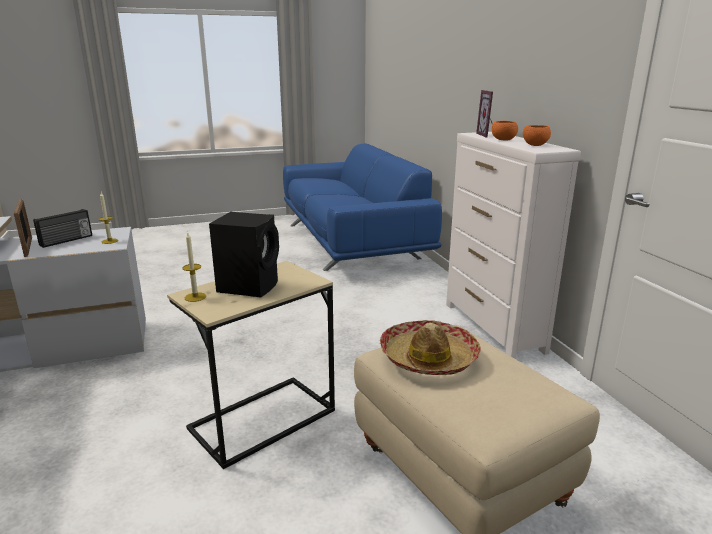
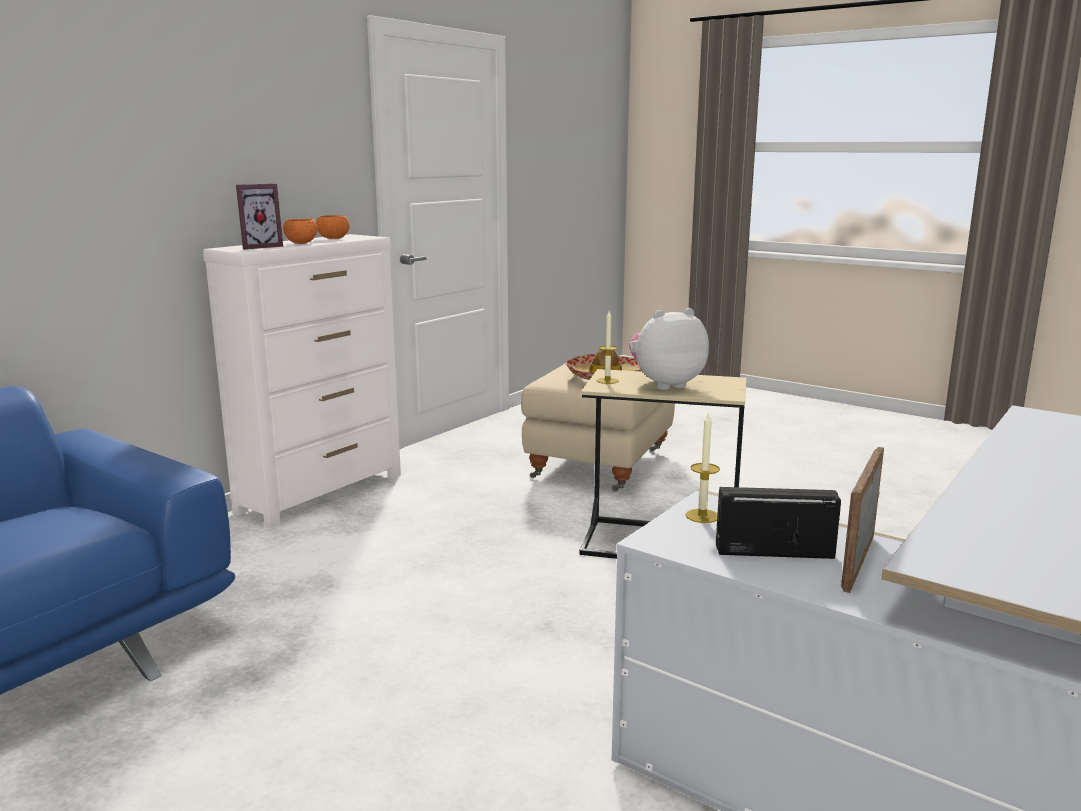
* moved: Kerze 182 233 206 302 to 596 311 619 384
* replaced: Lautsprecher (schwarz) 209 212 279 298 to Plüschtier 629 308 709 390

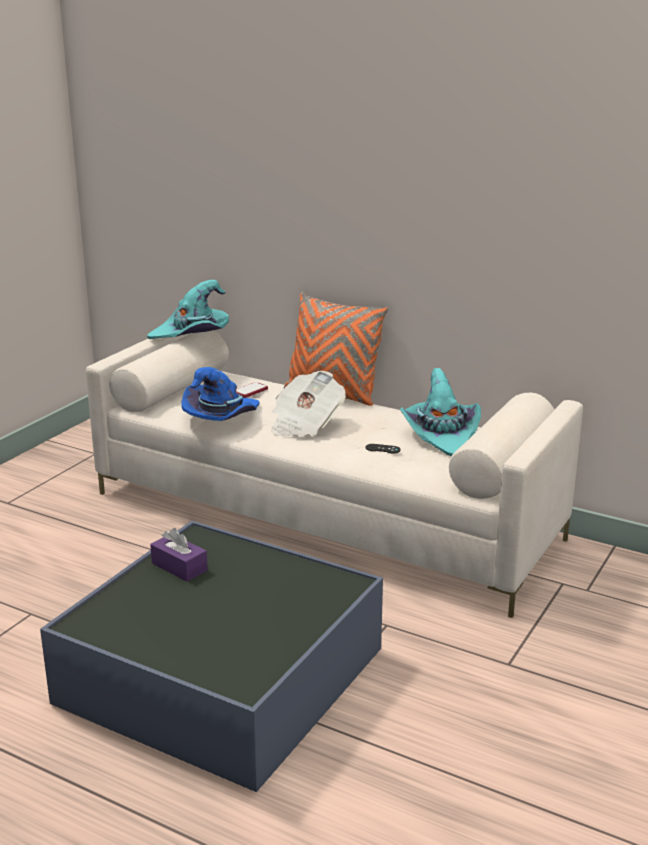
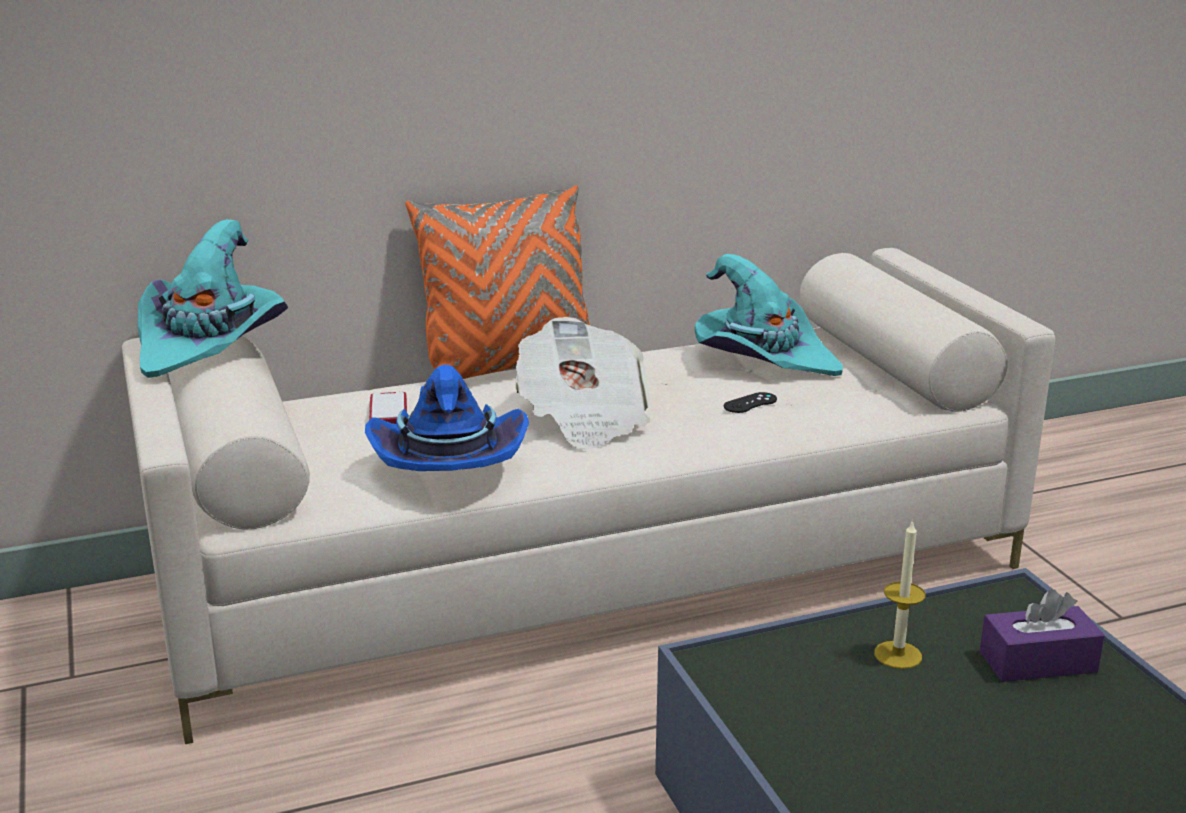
* added: Kerze 874 519 925 669
* moved: Taschentuchbox (lila) 150 528 208 582 to 980 589 1105 682

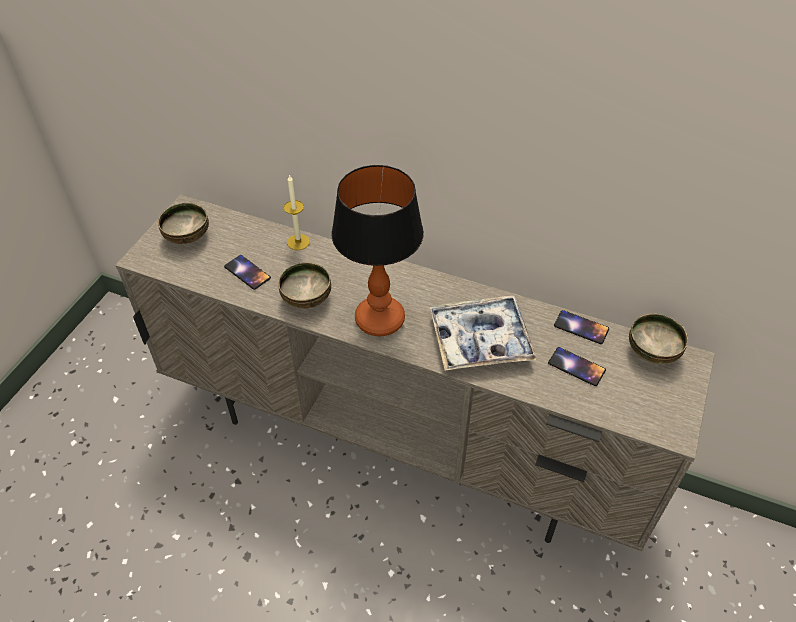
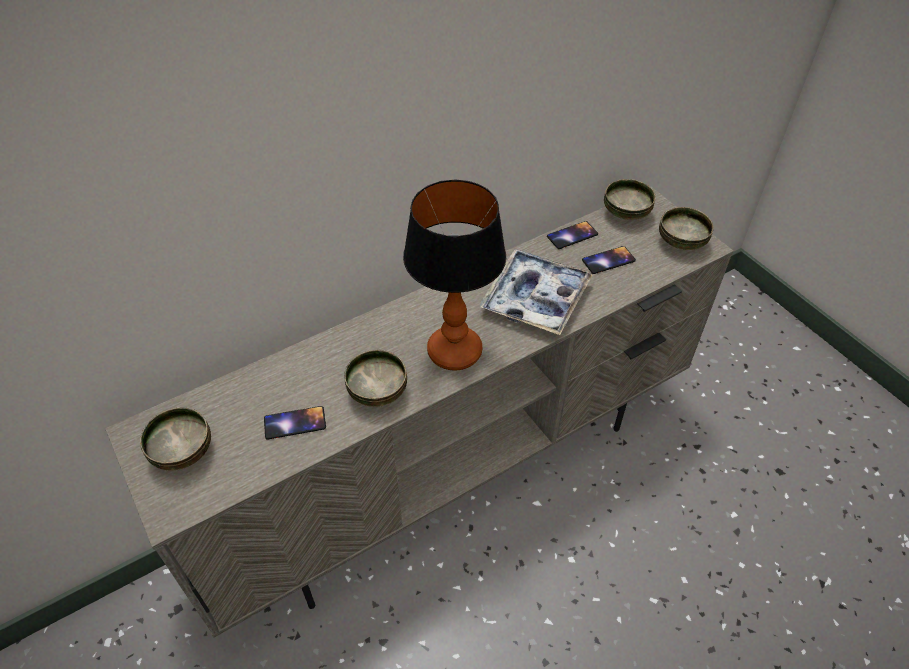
* removed: Kerze 284 174 310 250
* added: Schüssel 659 207 714 250

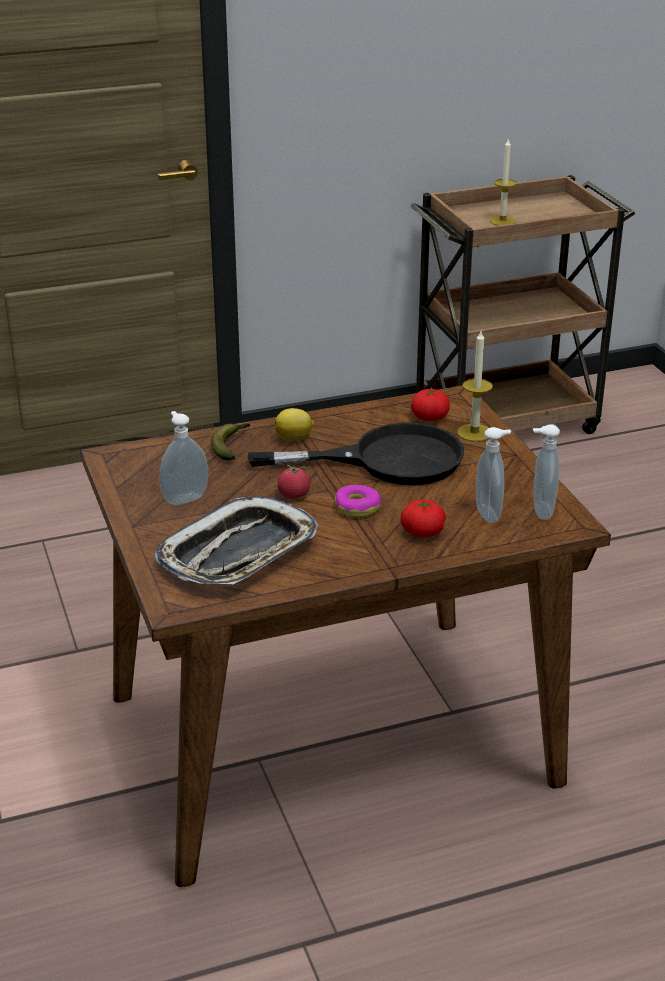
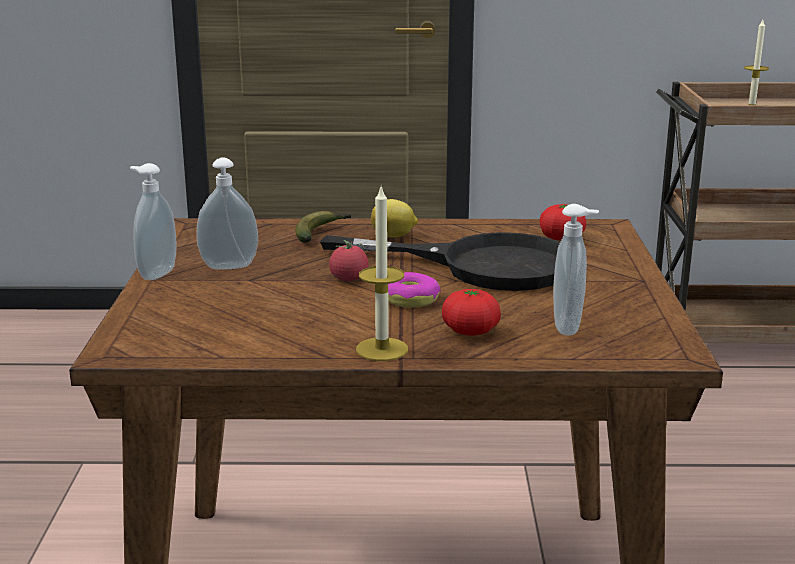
* removed: Tablett 155 496 318 584
* moved: Kerze 457 331 493 442 to 356 184 408 361
* moved: Seifenspender 533 424 560 520 to 130 163 177 280

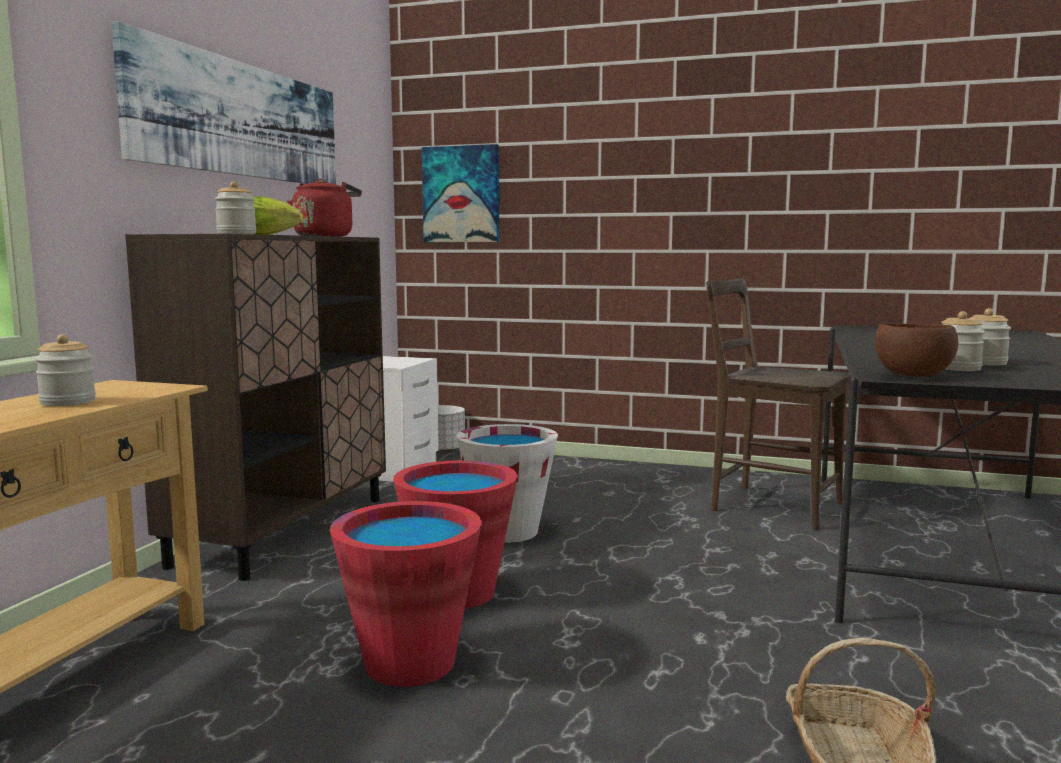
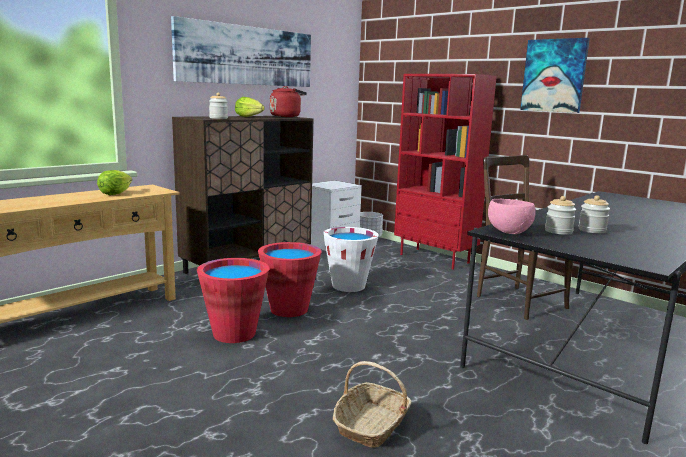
* added: Bücherregal (rot) 394 74 497 270
* moved: Bild 422 144 499 242 to 520 38 590 113
* replaced: Vorratsglas 35 334 96 406 to Salatkopf 97 170 132 195
* recoloured: Schüssel (braun) 875 324 958 377 to Schüssel (rosa) 488 199 536 234

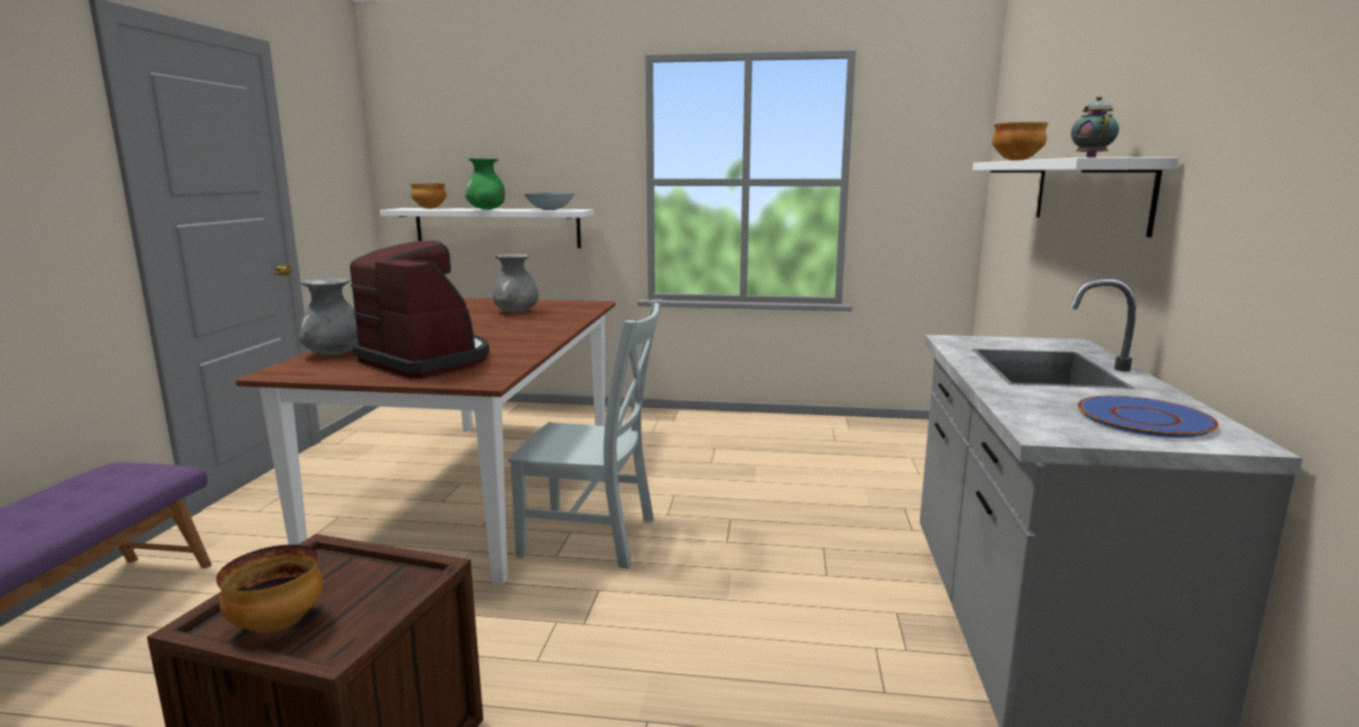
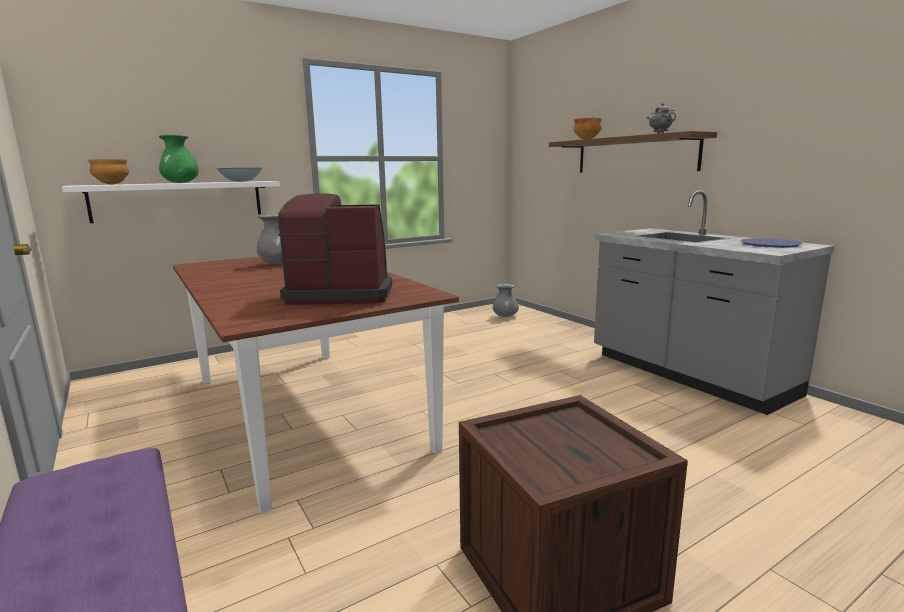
* removed: Schüssel 216 545 323 633
* removed: Stuhl (grau) 508 300 663 569
* moved: Vase (grau) 298 278 358 355 to 493 284 519 317
* recoloured: Wandregal (weiß) 973 157 1179 237 to Wandregal (braun) 549 131 717 172

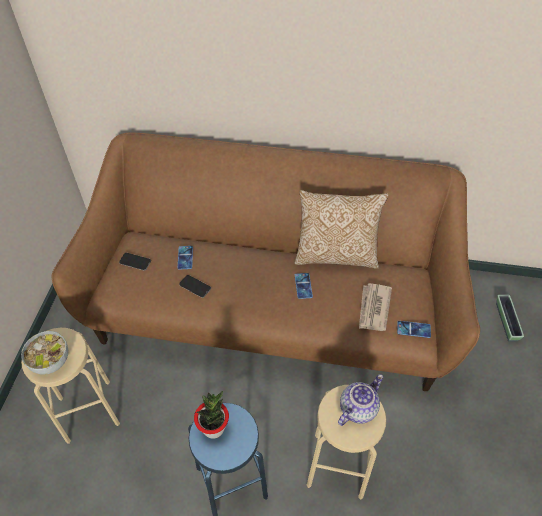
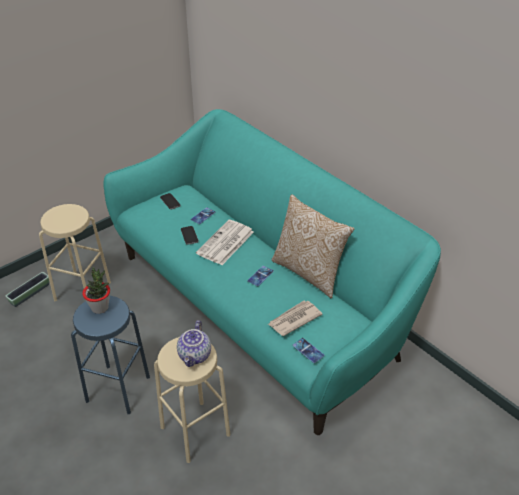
* removed: Schüssel 21 331 68 374
* added: Zeitung 196 220 254 265
* moved: Pflanzkübel 496 295 524 341 to 5 272 49 307
* recoloured: Sofa (braun) 51 132 480 391 to Sofa (türkis) 103 109 441 435
* turned: Teekanne 338 374 383 426 = 177 320 211 367 105 degrees clockwise

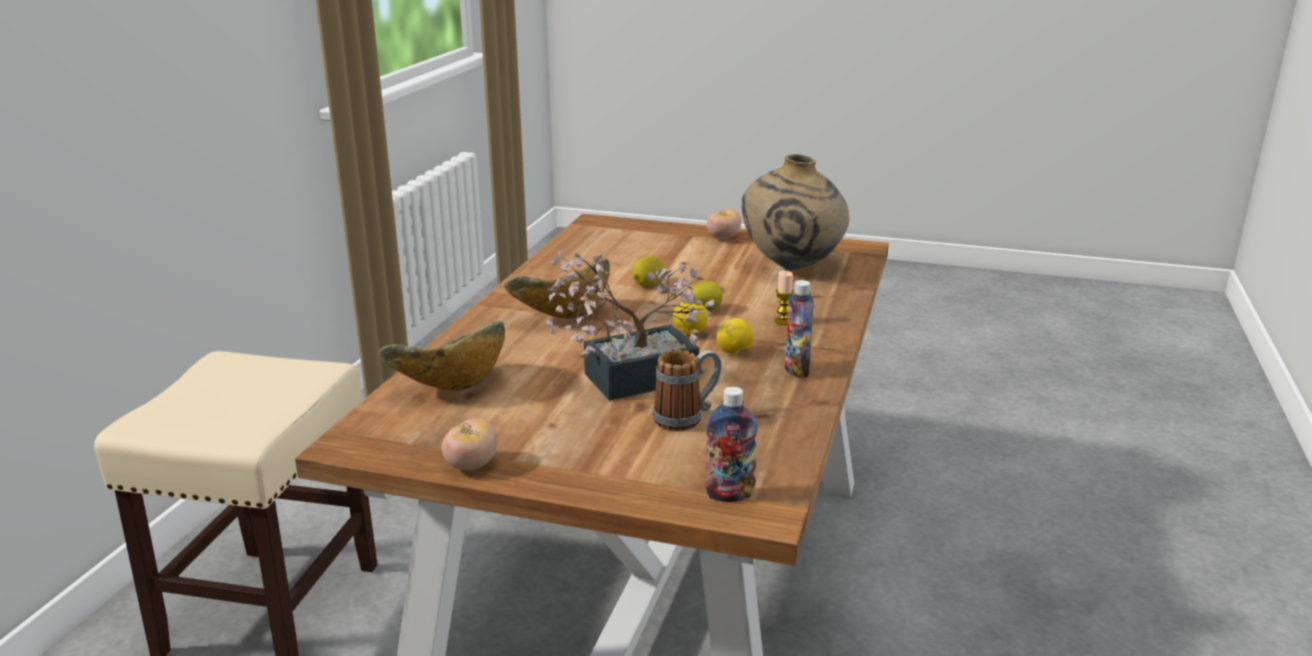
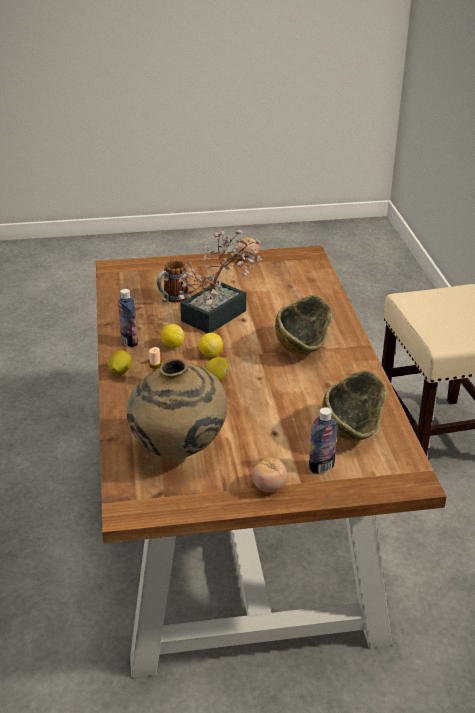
* moved: Schüssel 378 320 505 391 to 322 370 387 441
* moved: Zitrone 632 256 664 287 to 108 350 132 375
* moved: Flasche 705 387 758 502 to 309 407 338 474

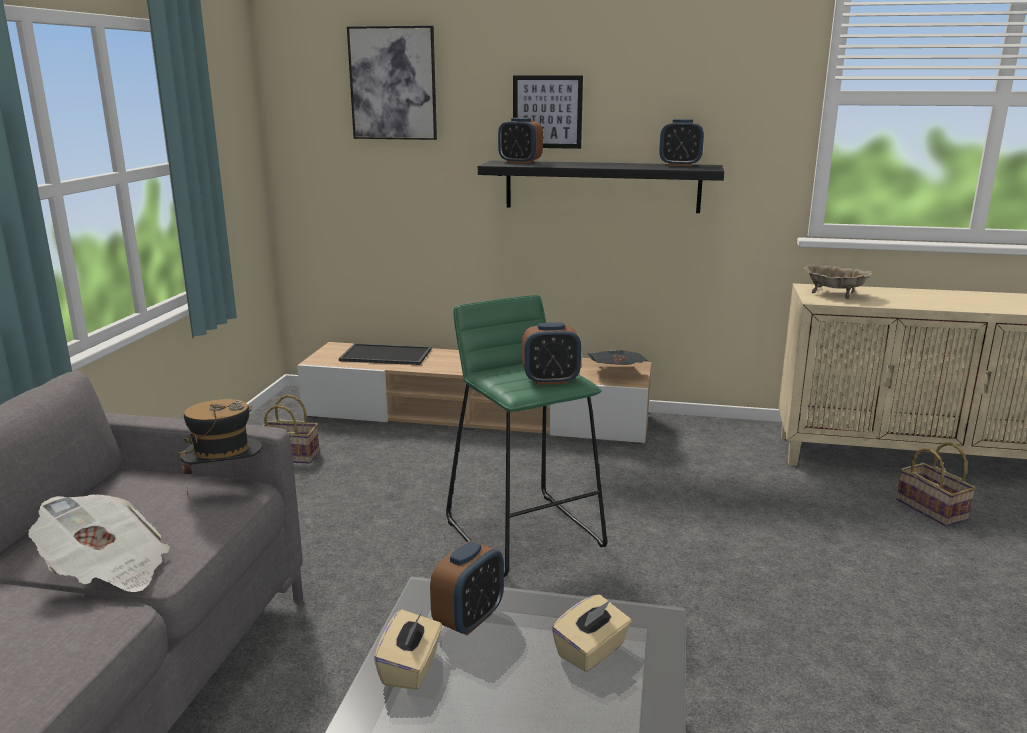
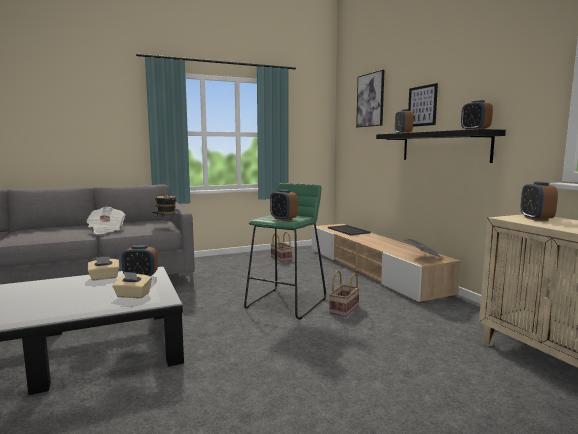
* moved: Korb 896 442 976 526 to 329 270 360 317
* replaced: Schüssel (beige) 803 264 873 299 to Wecker 521 182 558 221

